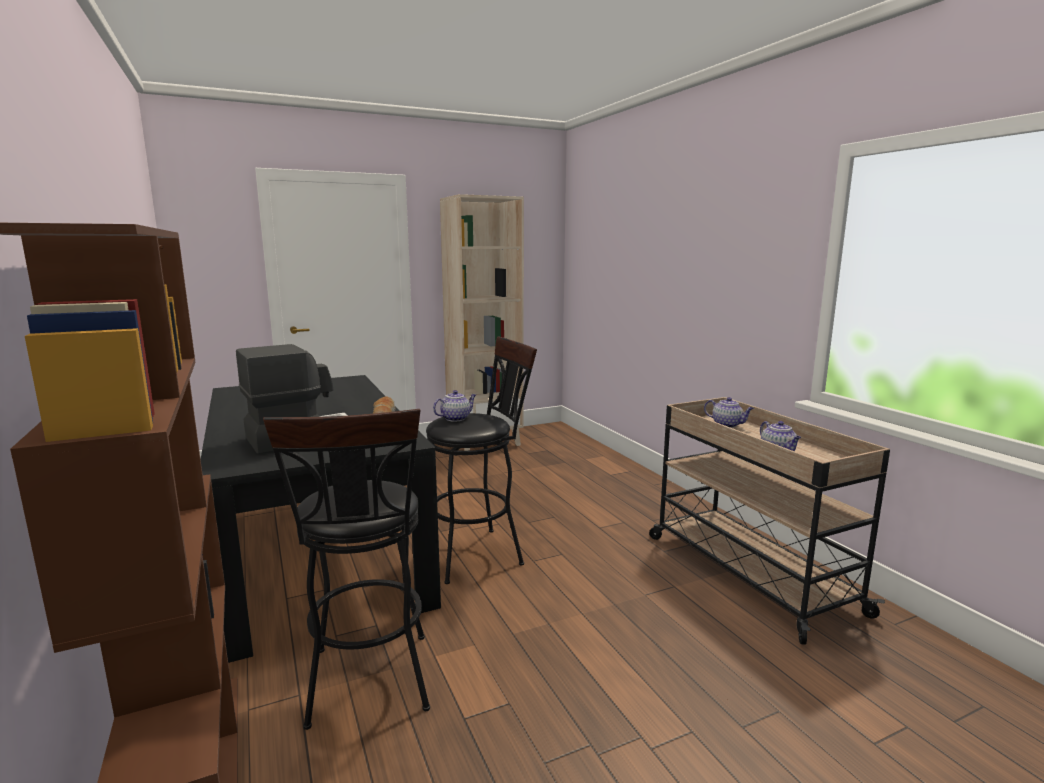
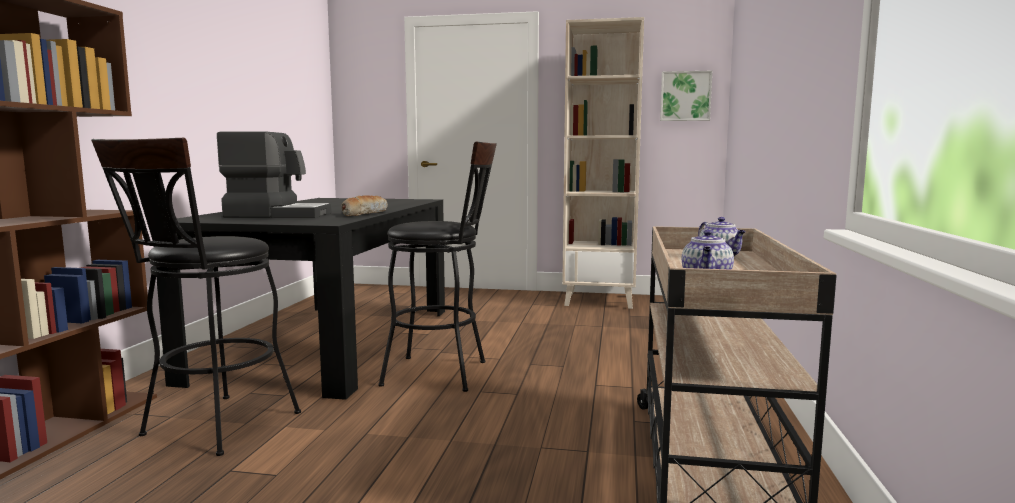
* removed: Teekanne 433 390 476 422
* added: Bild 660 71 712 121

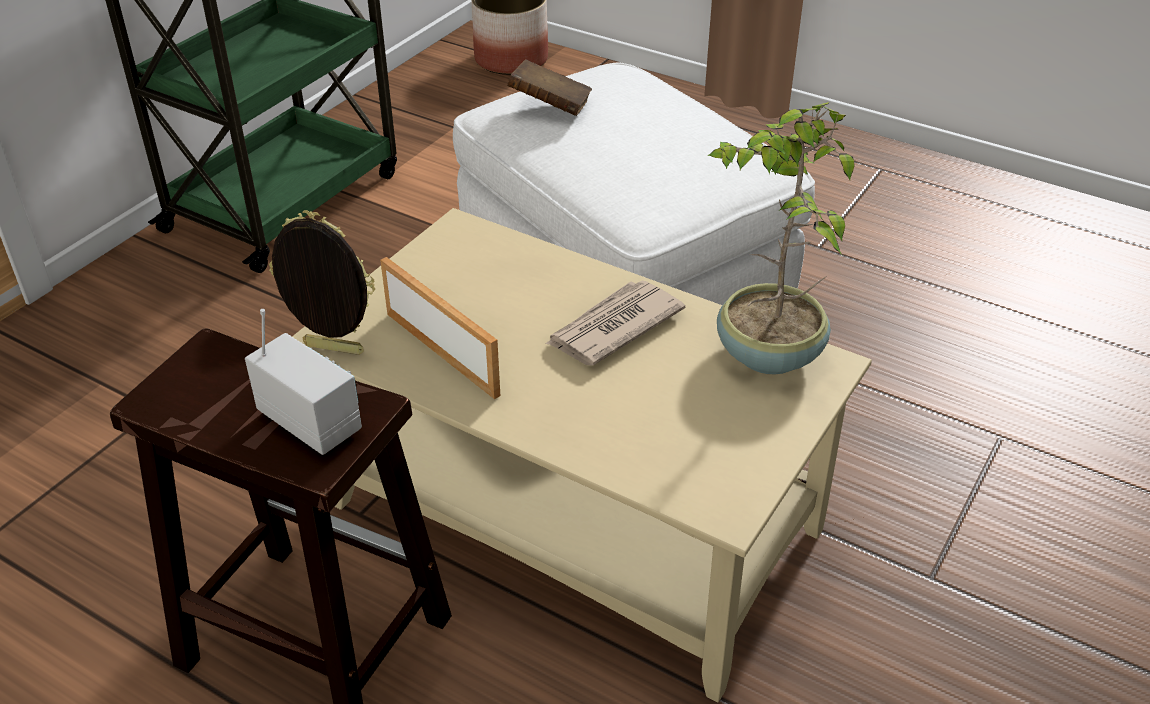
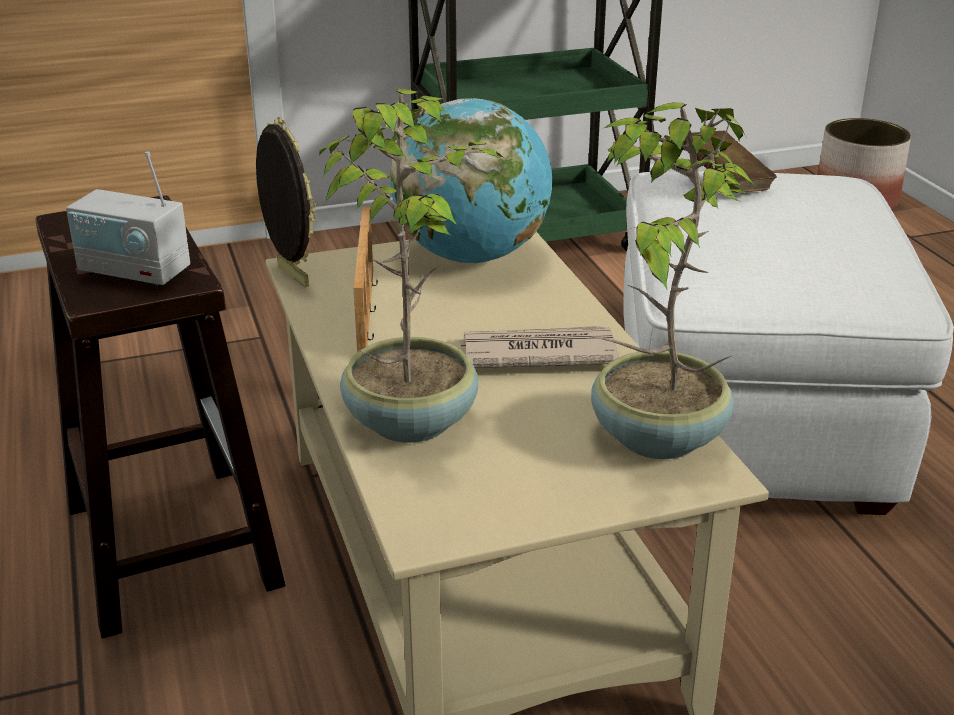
* added: Topfpflanze 319 89 504 443
* added: Globus 390 98 552 263
* turned: Radio 245 309 362 455 = 66 151 190 287 120 degrees clockwise

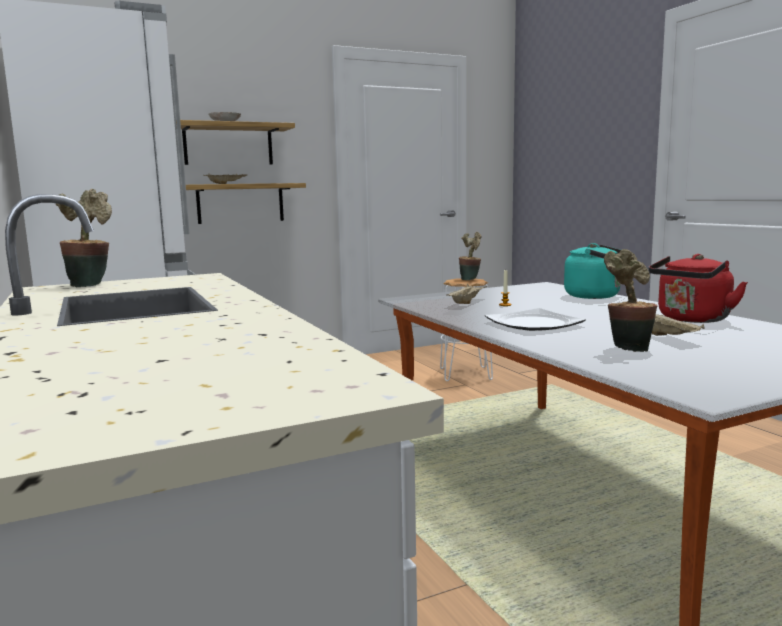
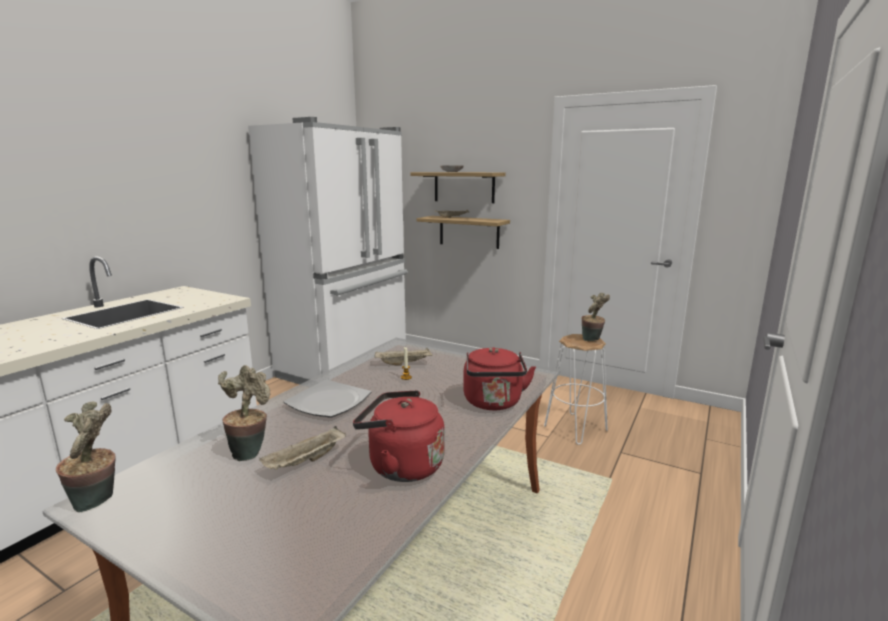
* moved: Topfpflanze 56 189 112 287 to 56 402 116 512
* recoloured: Wasserkessel (türkis) 564 243 621 299 to Wasserkessel (rot) 463 347 536 410

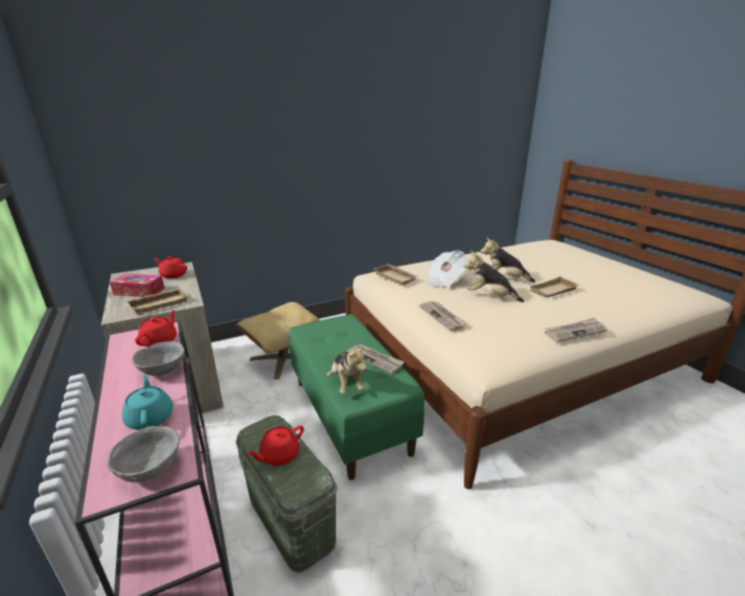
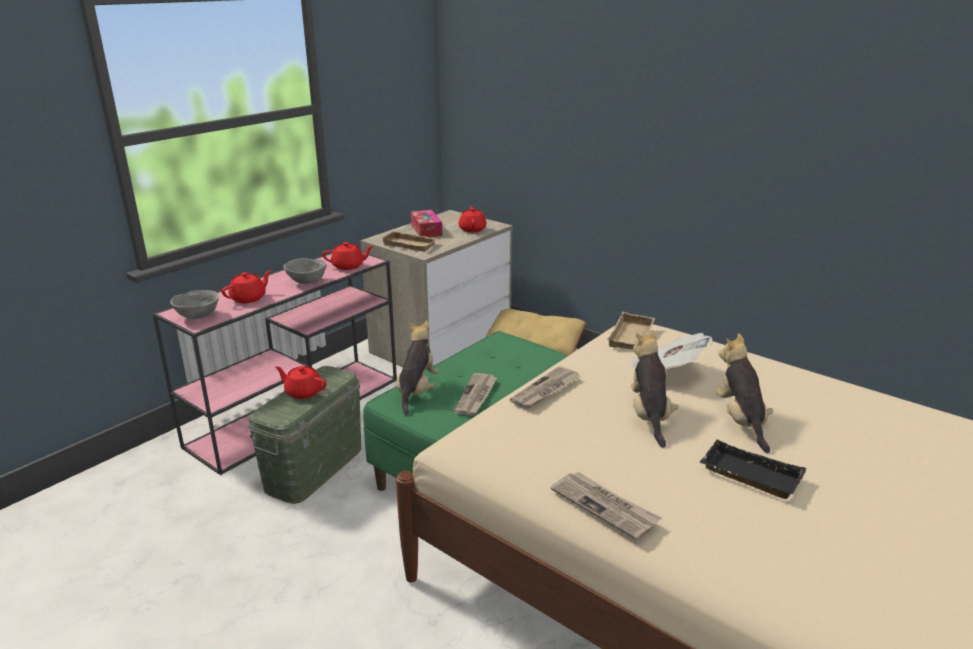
* recoloured: Teekanne (türkis) 122 375 173 430 to Teekanne (rot) 222 270 272 303
* recoloured: Tablett (beige) 530 276 580 298 to Tablett (schwarz) 700 439 807 499
* turned: Plüschtier 327 345 367 394 = 396 320 439 415 150 degrees clockwise

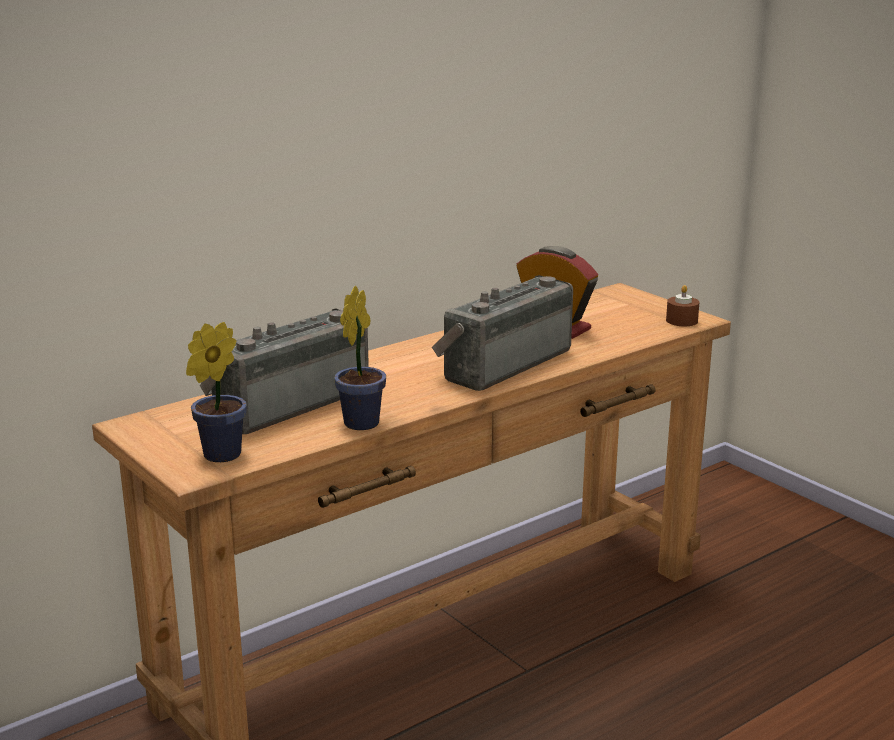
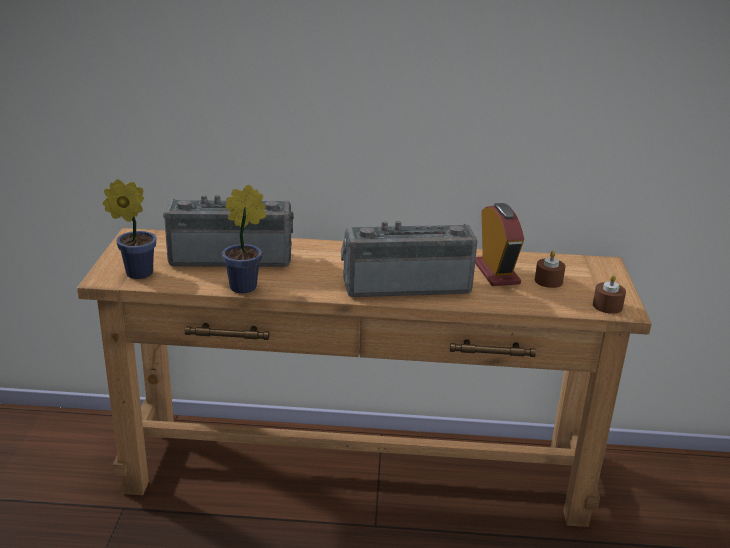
* added: Kerze (braun) 535 251 565 288

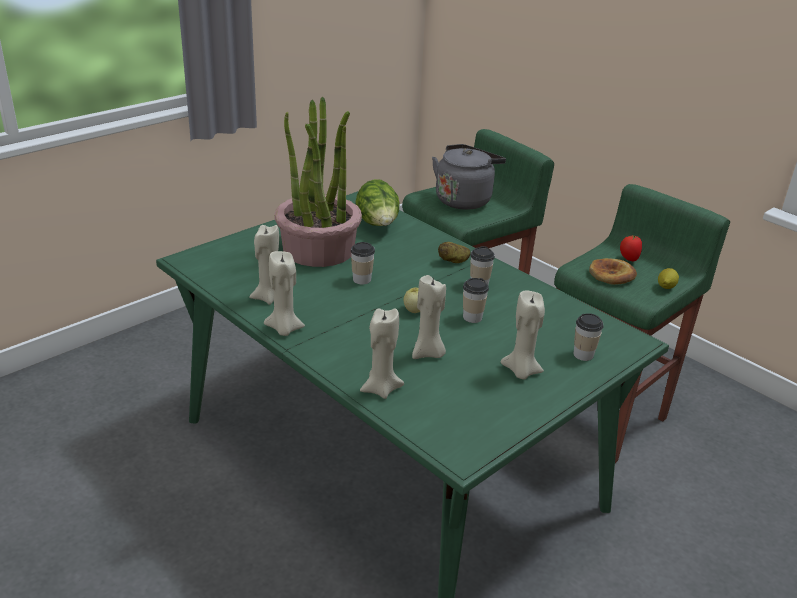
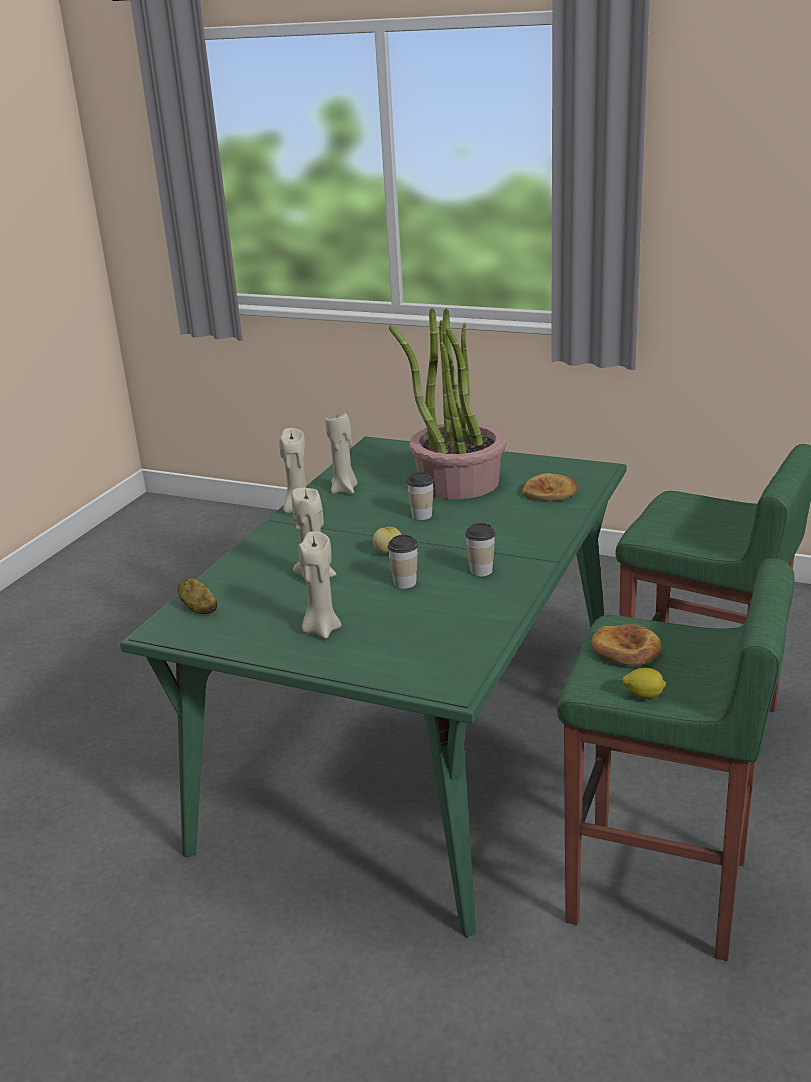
* removed: Kerze (beige) 360 308 404 399
* removed: Wasserkessel (grau) 432 144 506 210
* removed: Tasse 573 313 604 361
* removed: Tomate 620 236 642 261
* moved: Kartoffel 438 242 471 263 to 177 578 218 614
* replaced: Salatkopf 355 179 400 226 to Brot 522 473 578 501

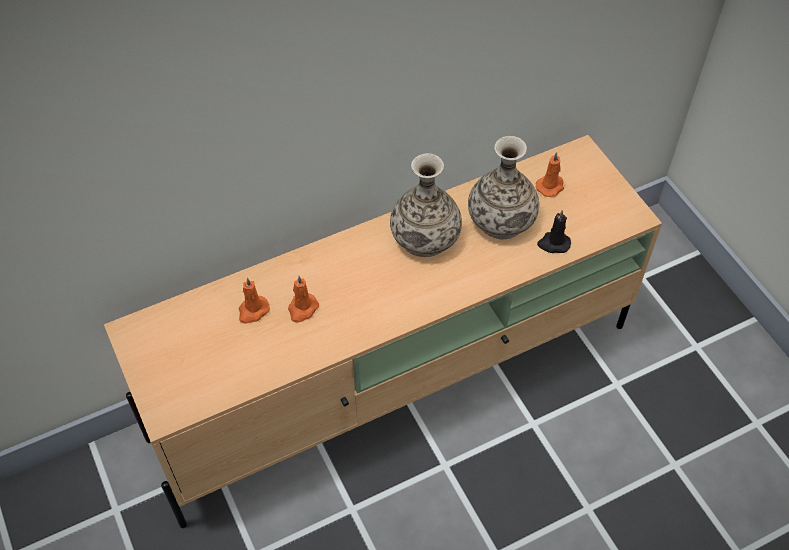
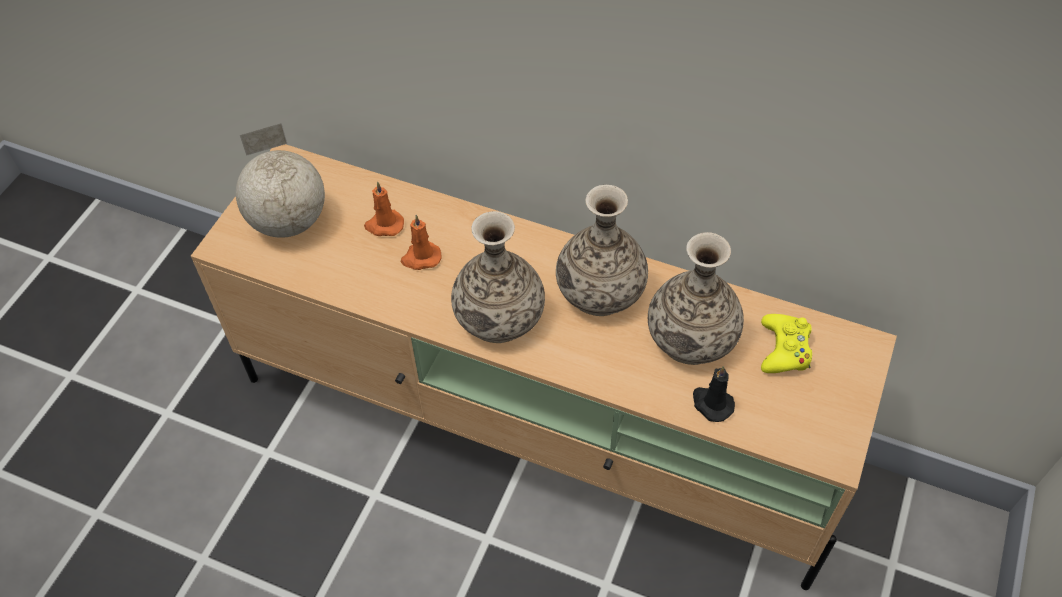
* added: Globus 236 123 325 238
* added: Vase 451 211 545 343
* replaced: Kerze (orange) 536 152 564 197 to Gamepad (gelb) 761 314 812 373

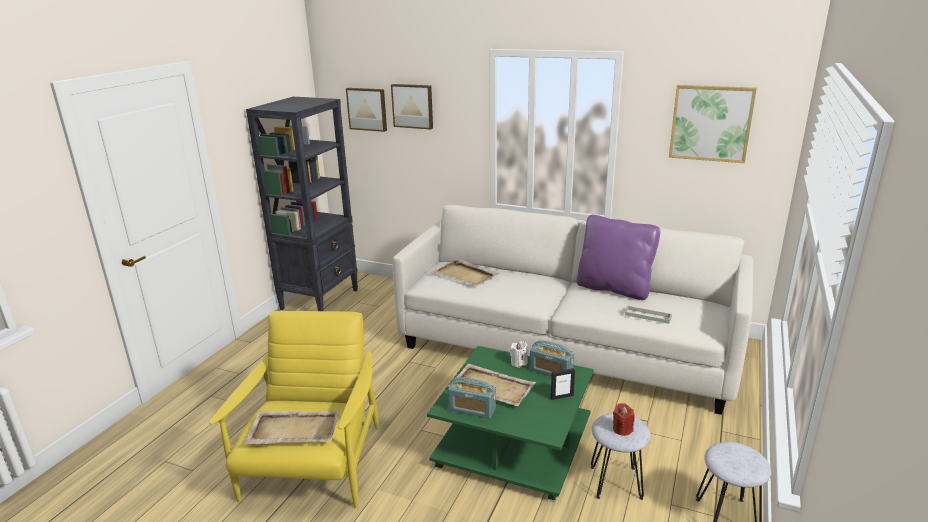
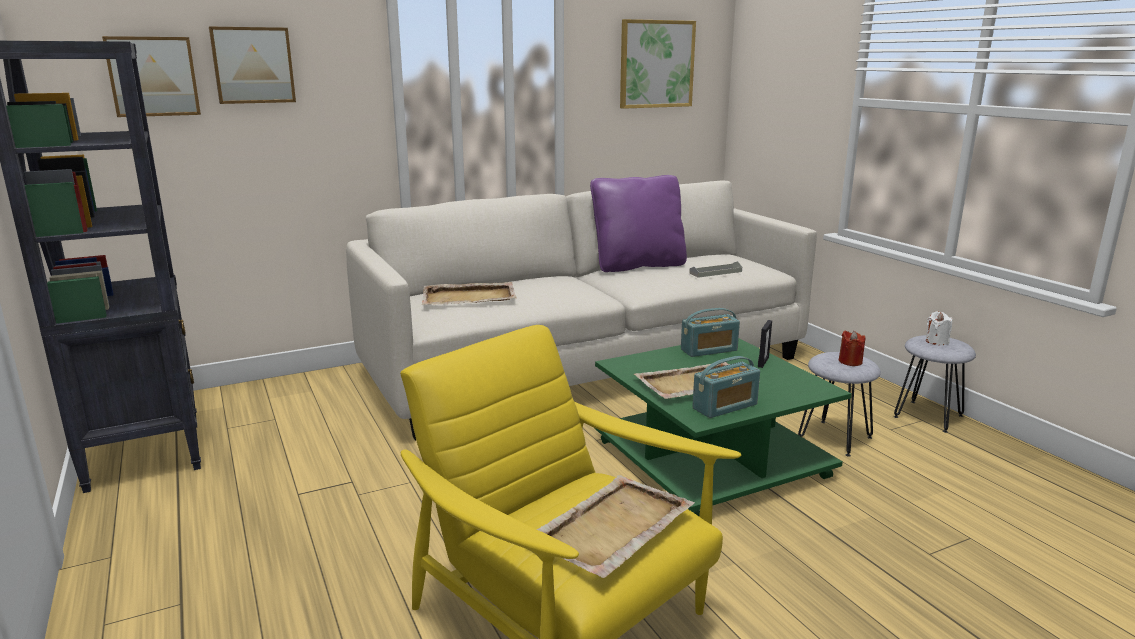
* moved: Kerze (weiß) 510 341 528 368 to 926 311 952 345

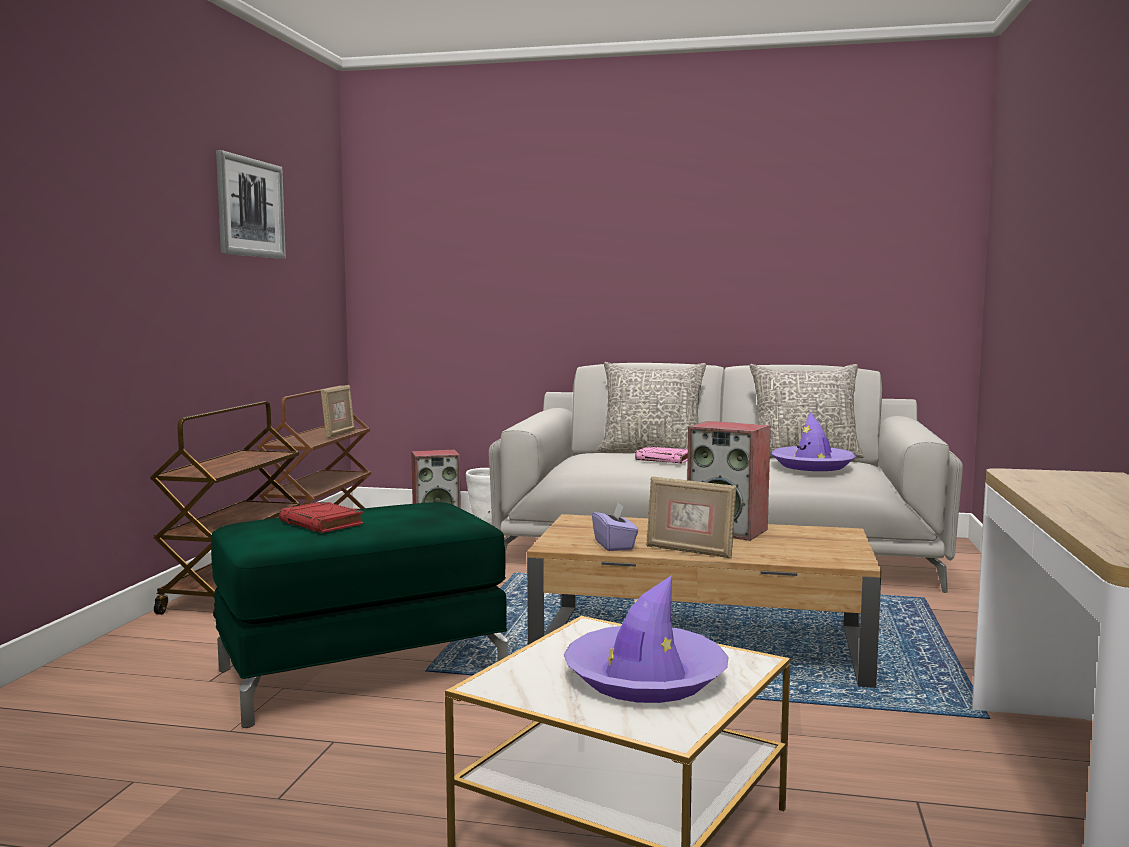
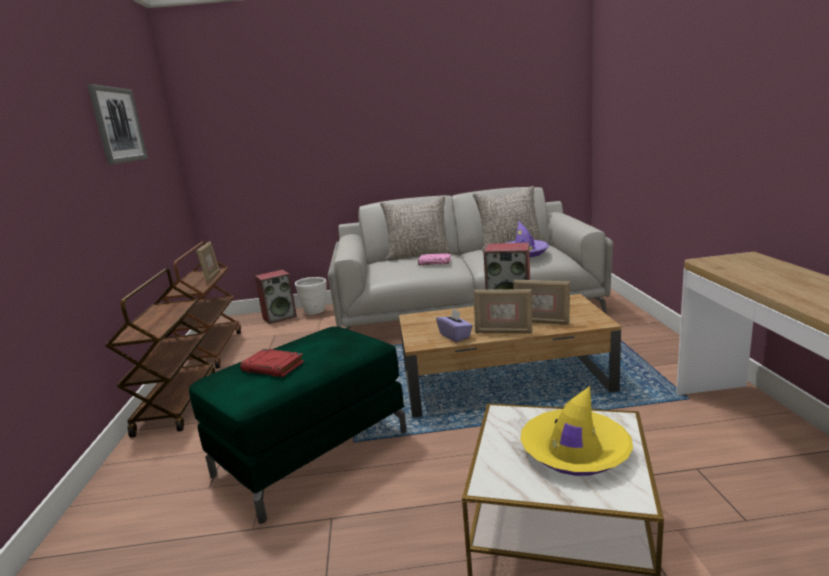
* added: Bilderrahmen 513 280 570 325
* recoloured: Hut (lila) 564 575 729 703 to Hut (gelb) 520 386 633 476

